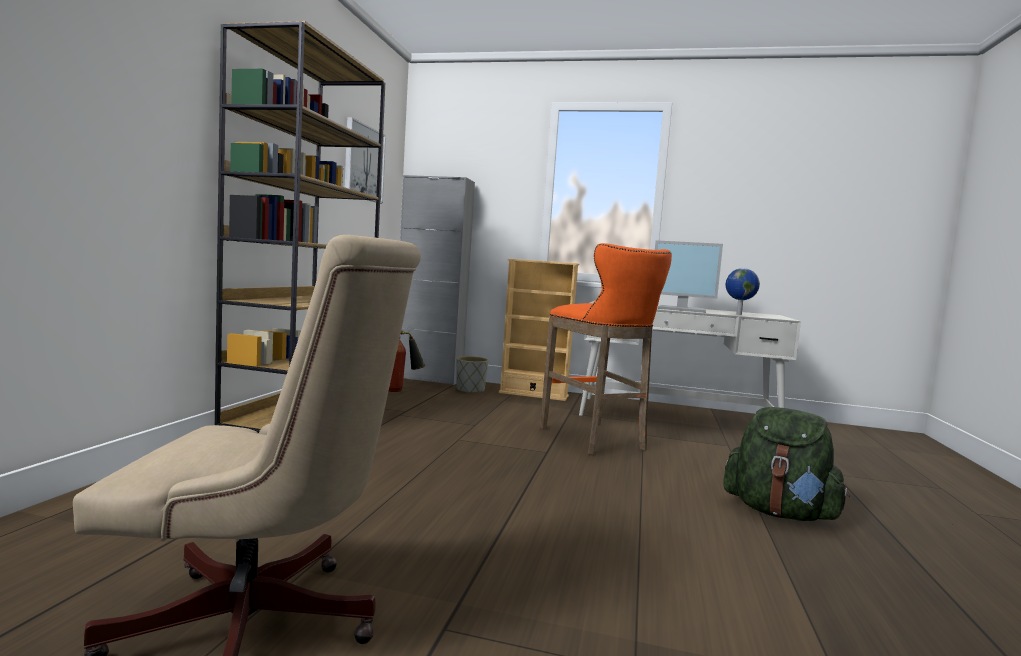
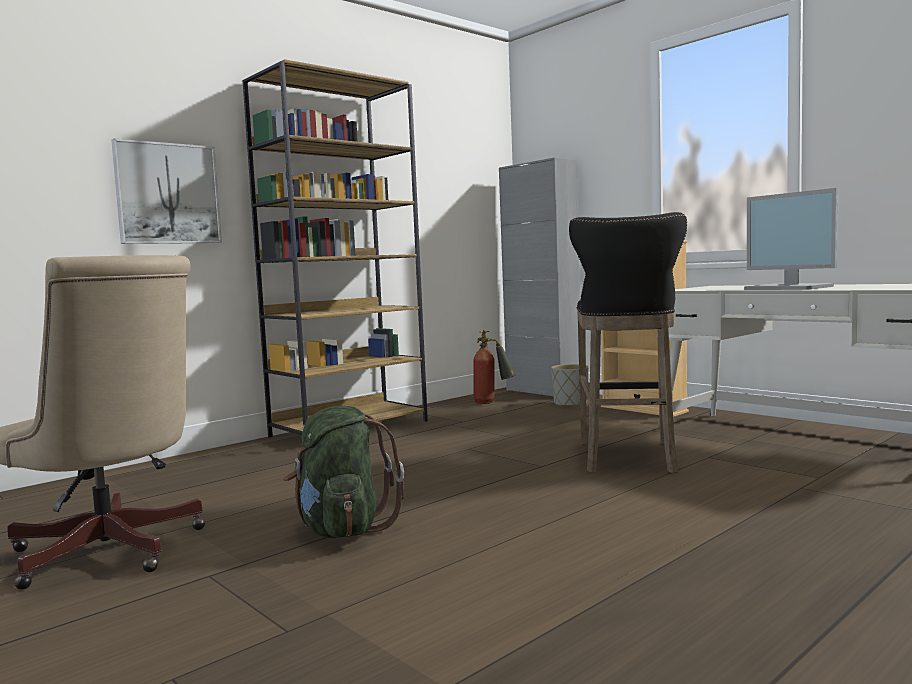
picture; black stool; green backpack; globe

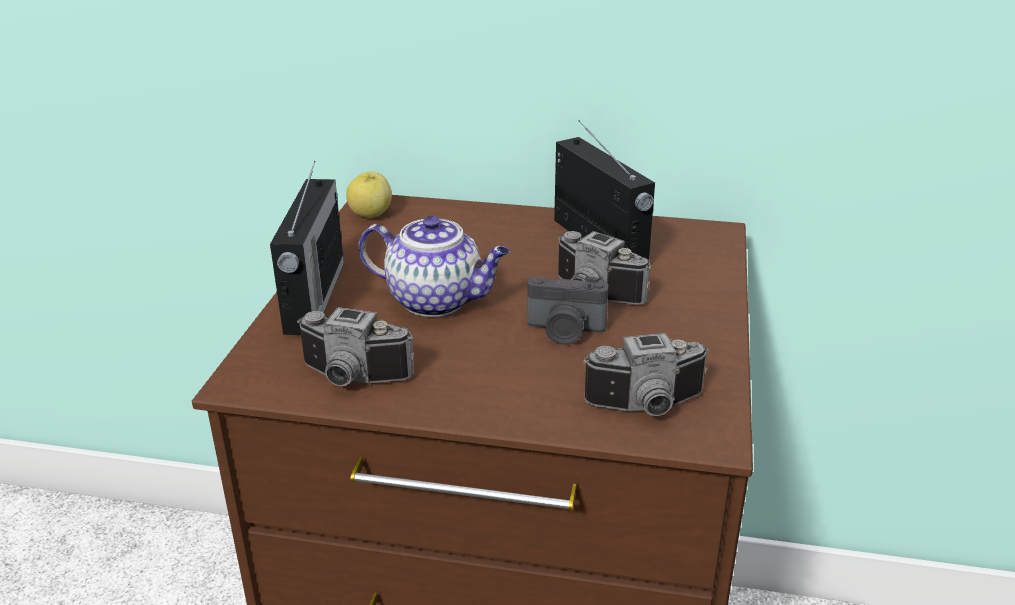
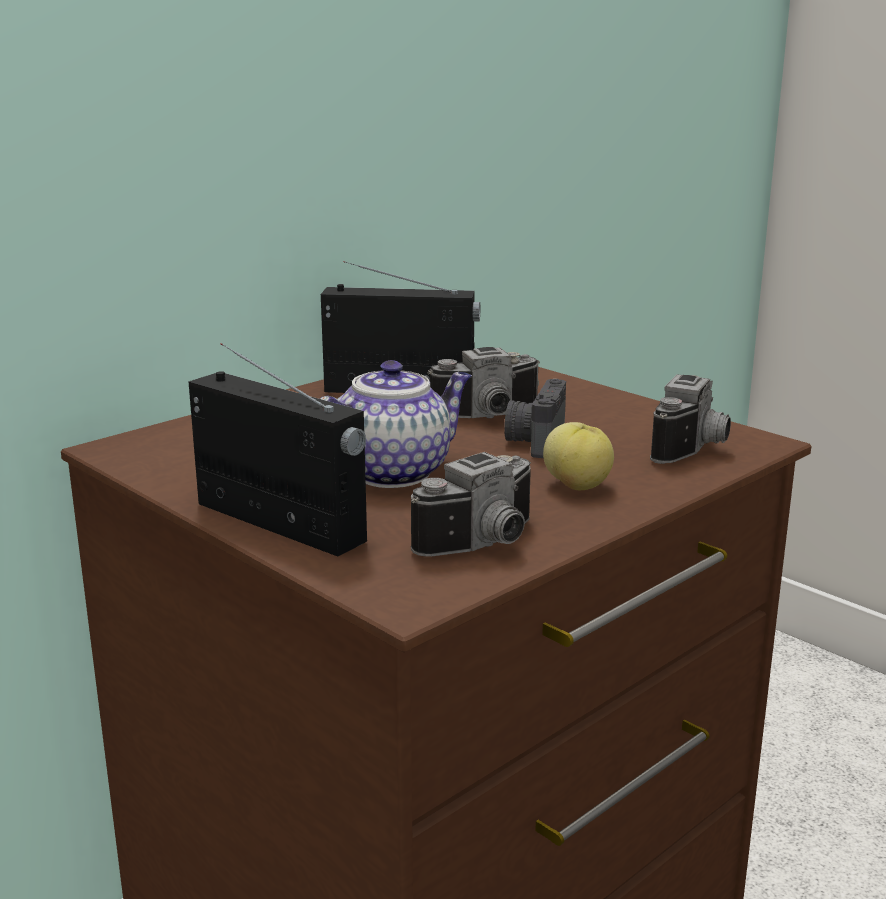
apple; photo camera (no. 3 from left)

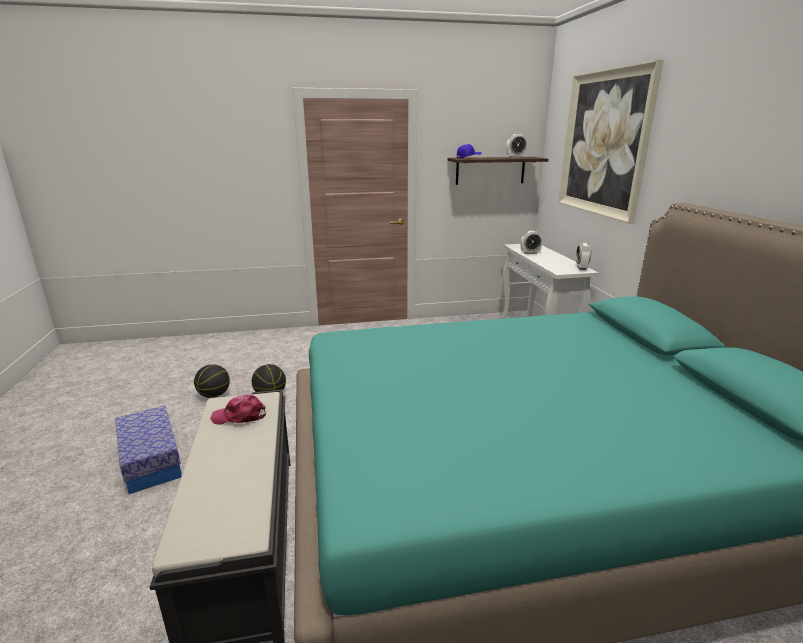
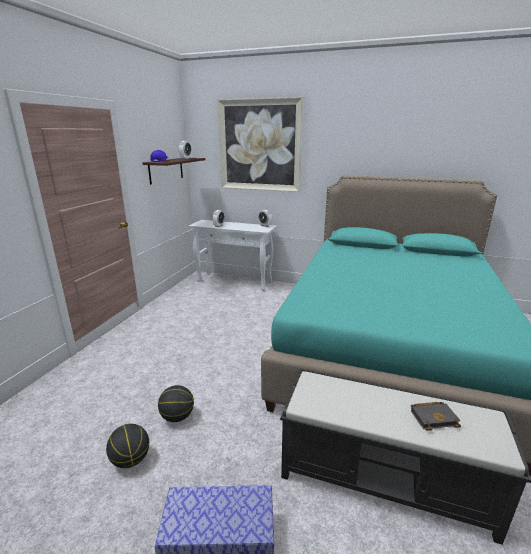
pink cap; black book

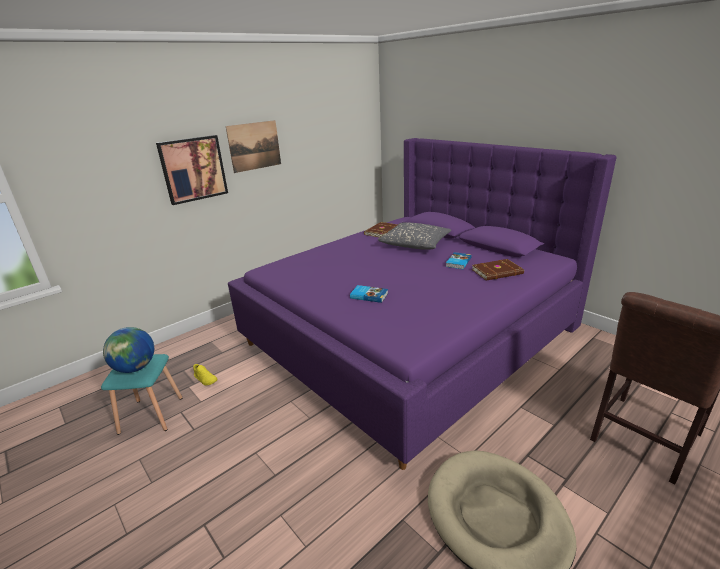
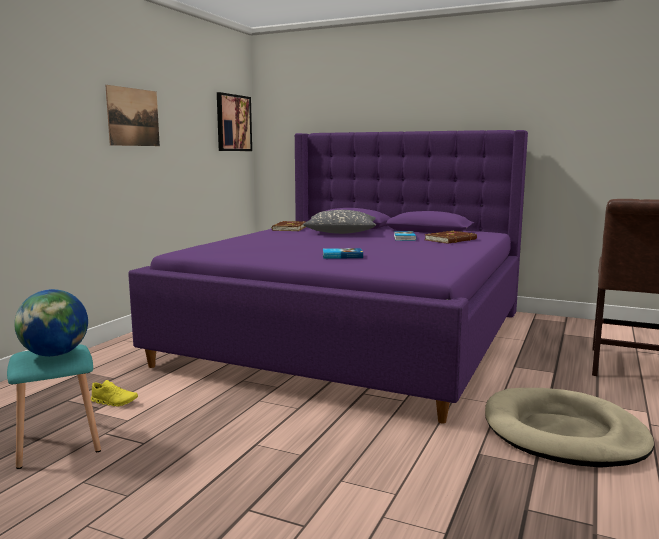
picture (no. 2 from left)

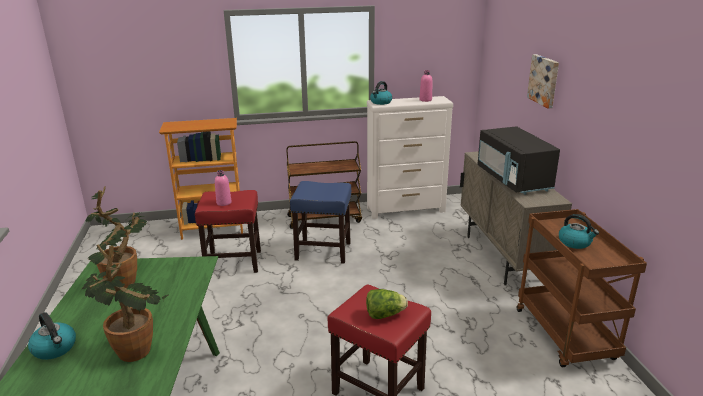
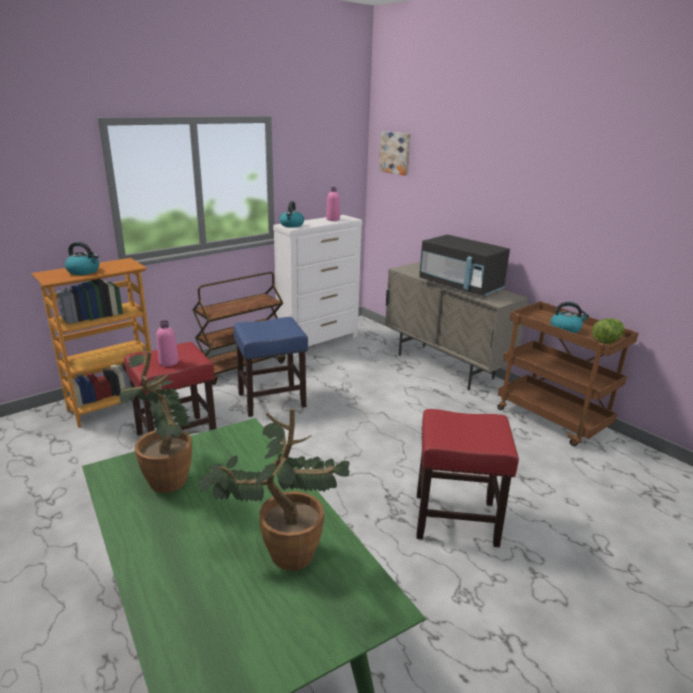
kettle (no. 1 from left); lettuce; picture

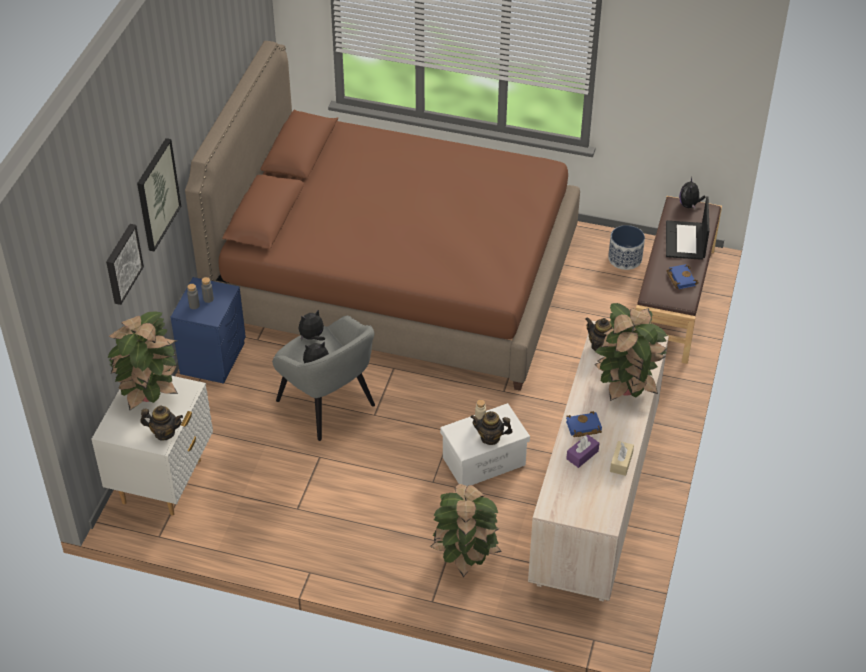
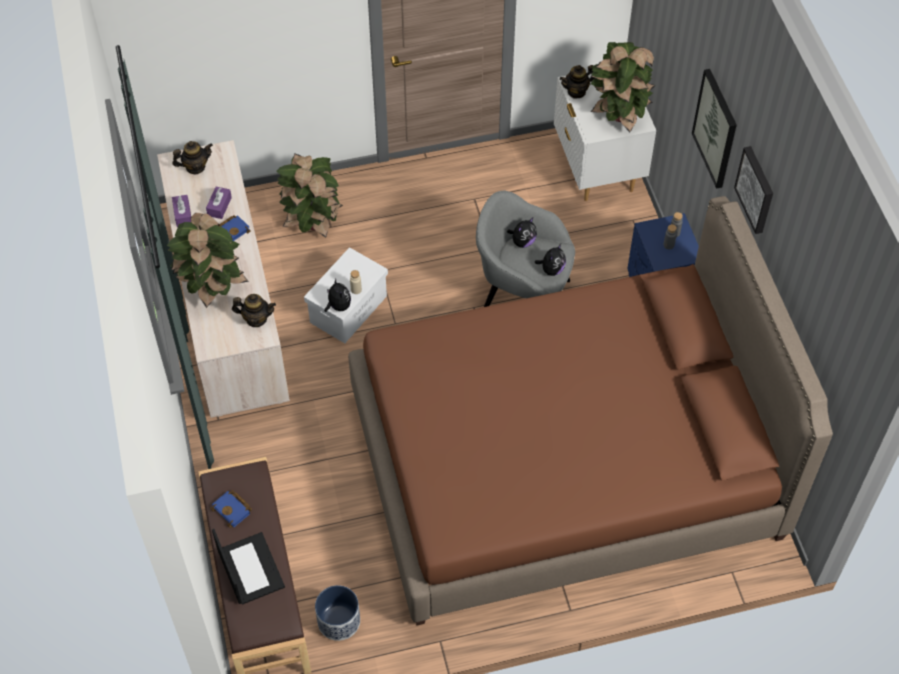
picture (no. 2 from left); teapot (no. 1 from left); purple tissue box (no. 1 from left); plush toy (no. 1 from left)

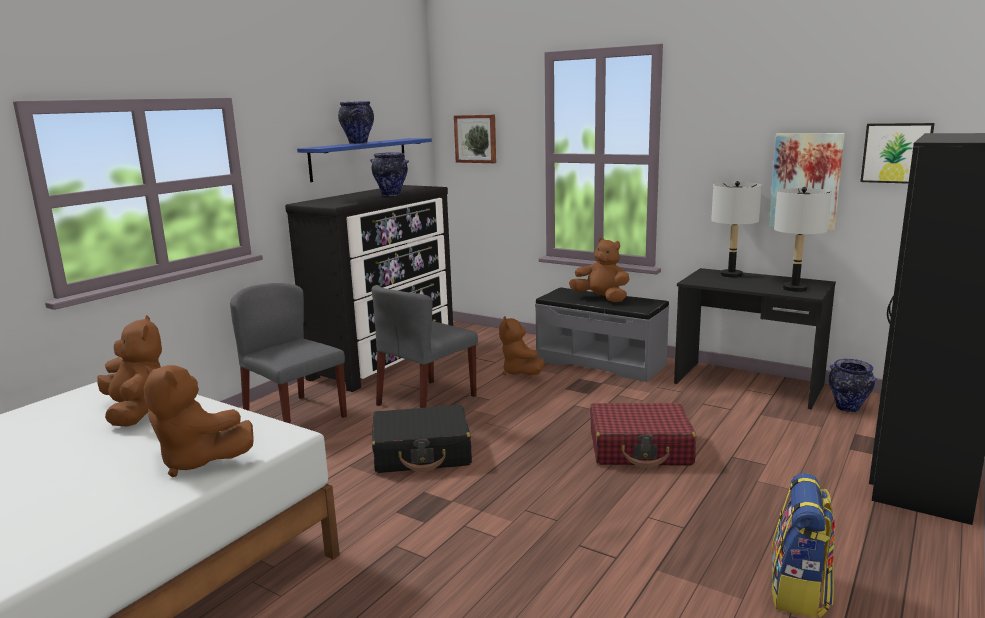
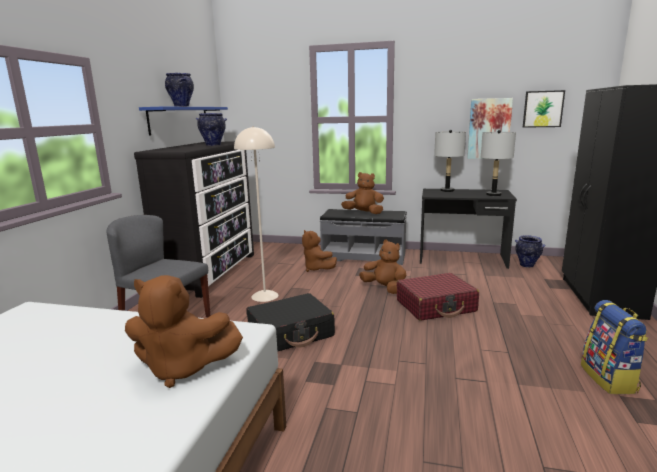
brown plush toy (no. 4 from left); beige floor lamp; picture (no. 1 from left in the first image)

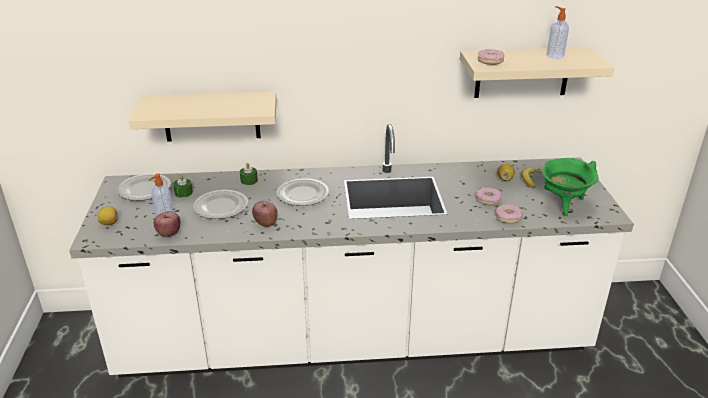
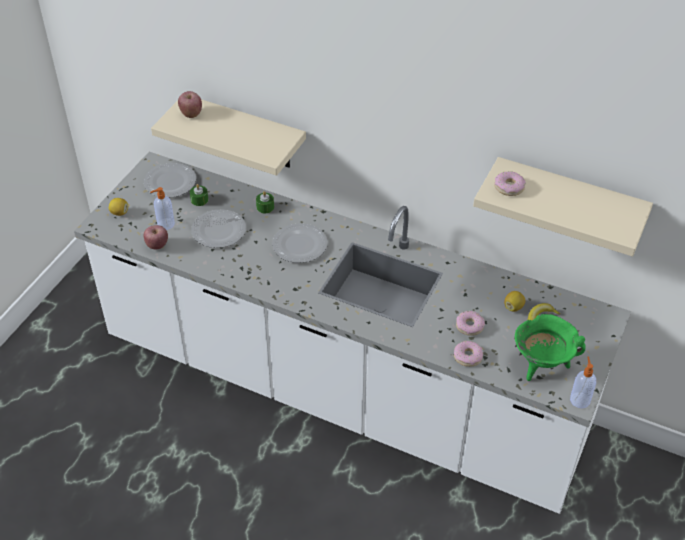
apple (no. 2 from left); soap dispenser (no. 2 from left)

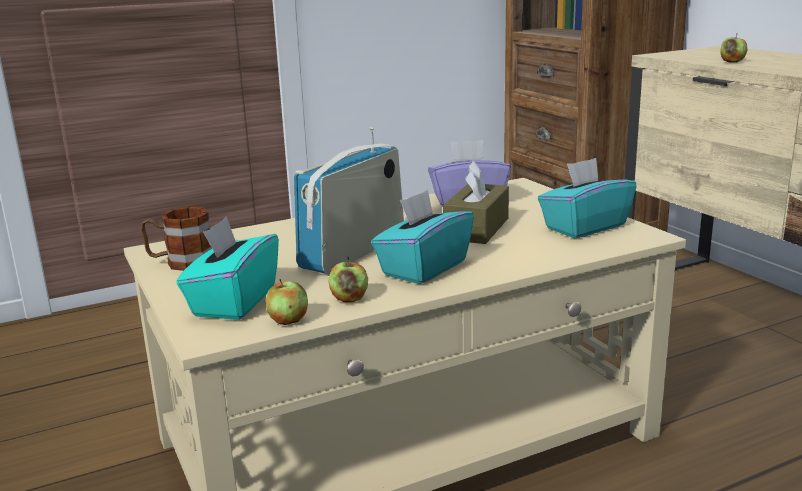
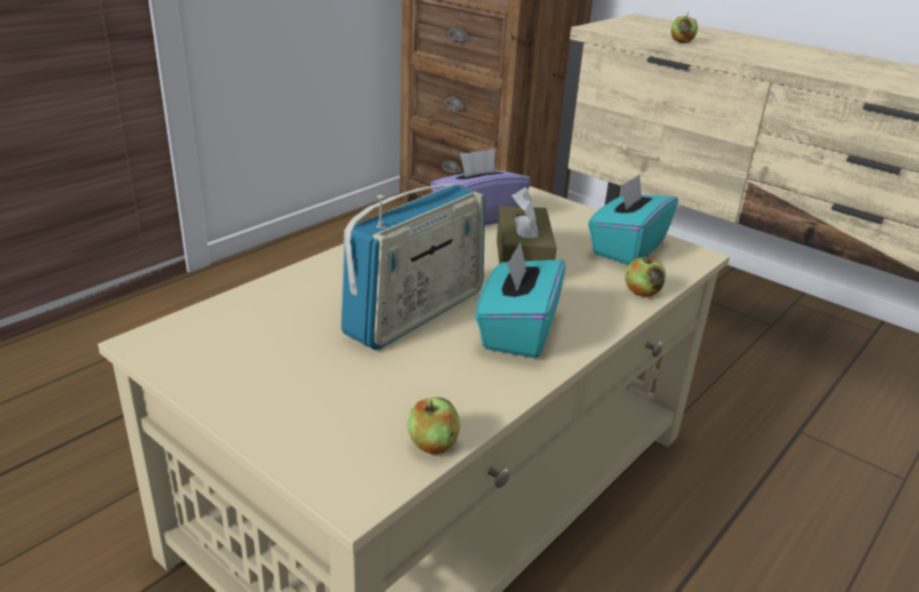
mug; turquoise tissue box (no. 1 from left in the first image); radio; apple (no. 2 from left)

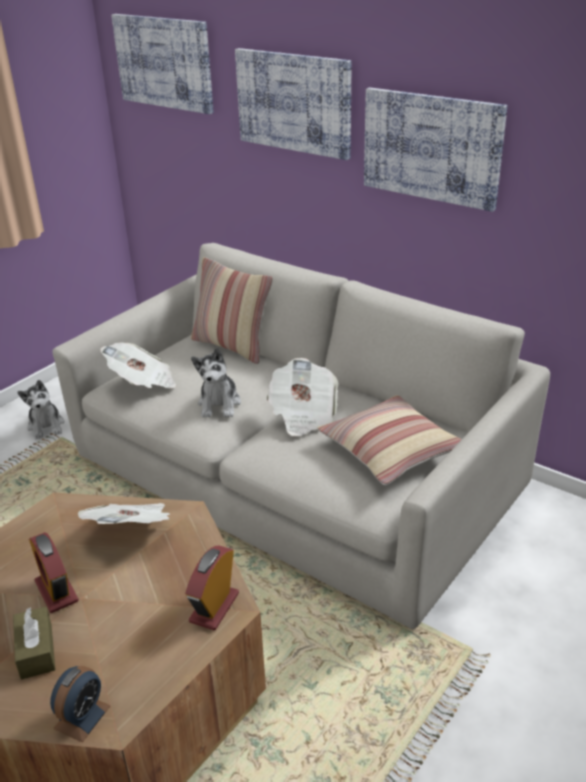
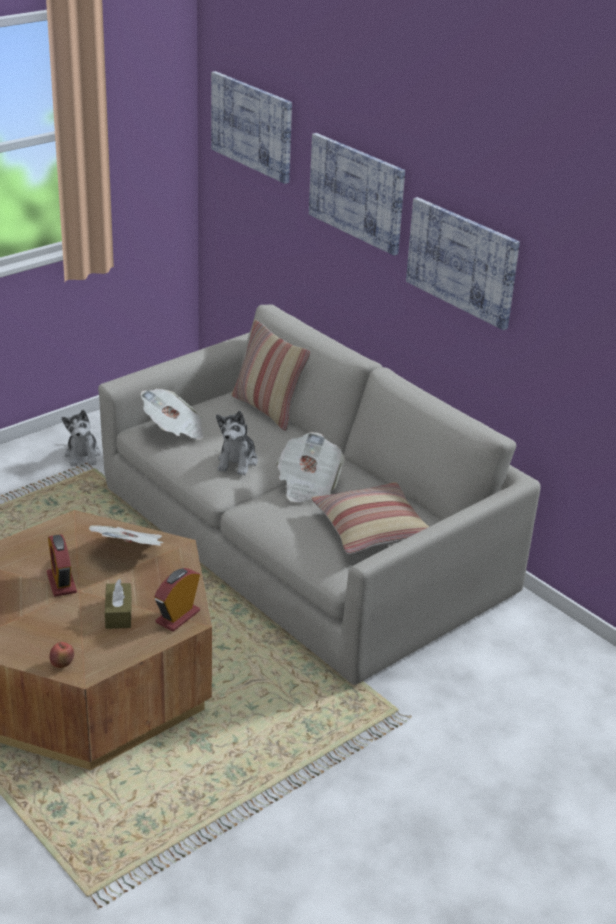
brown tissue box; apple

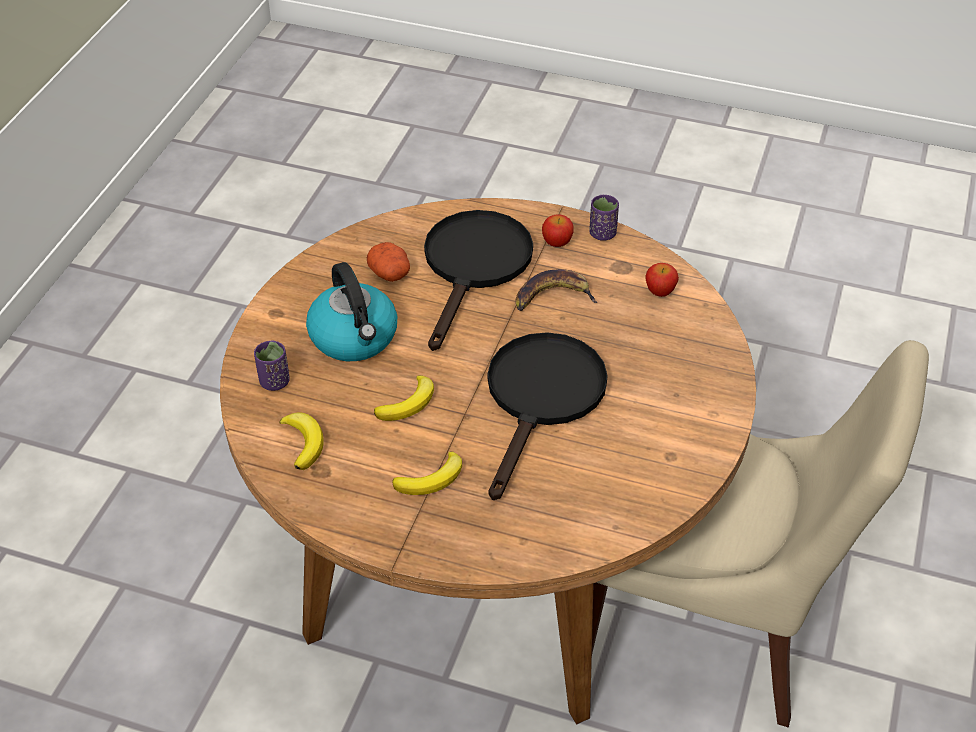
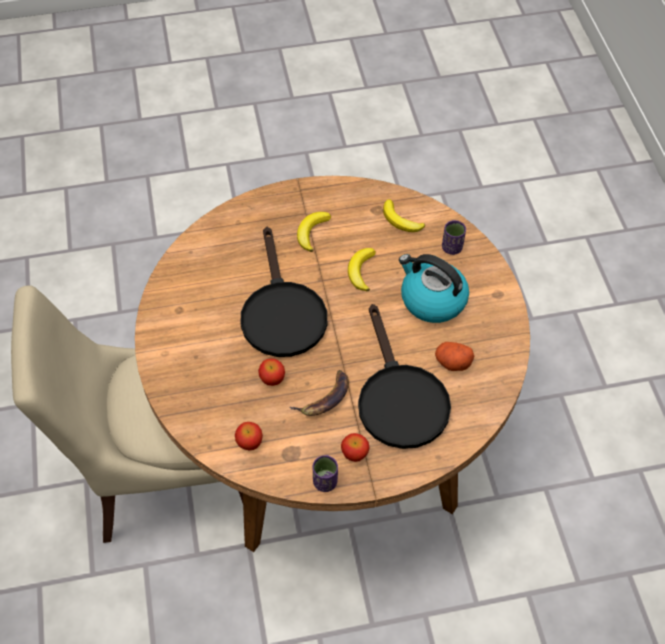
apple (no. 2 from left)

